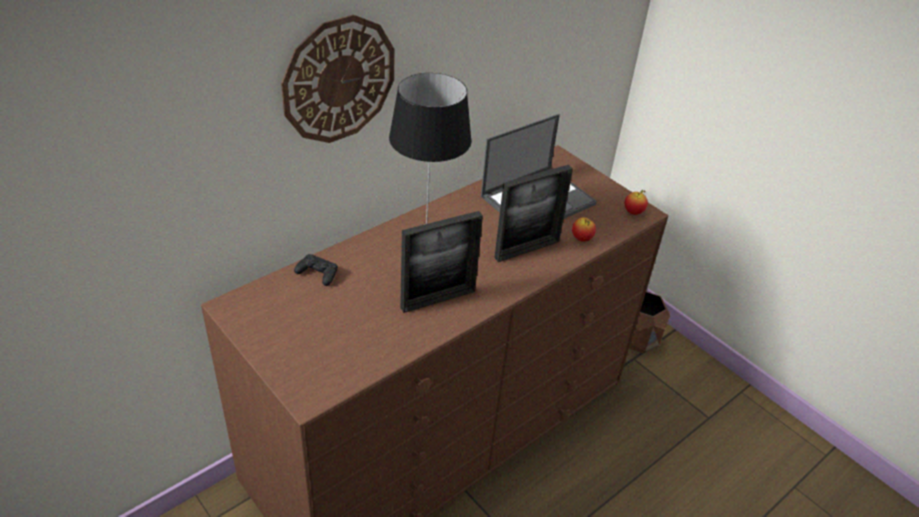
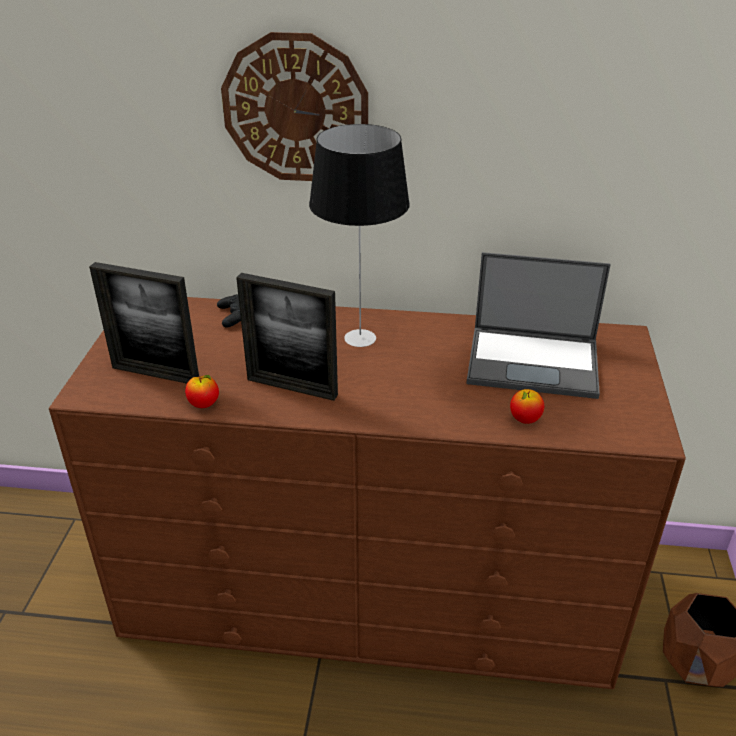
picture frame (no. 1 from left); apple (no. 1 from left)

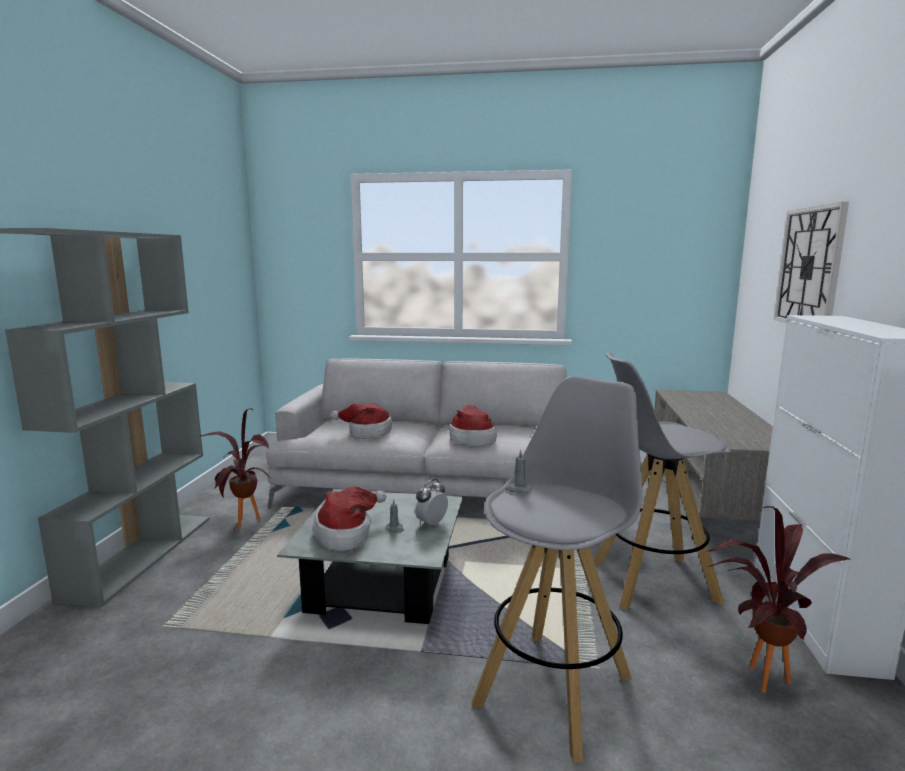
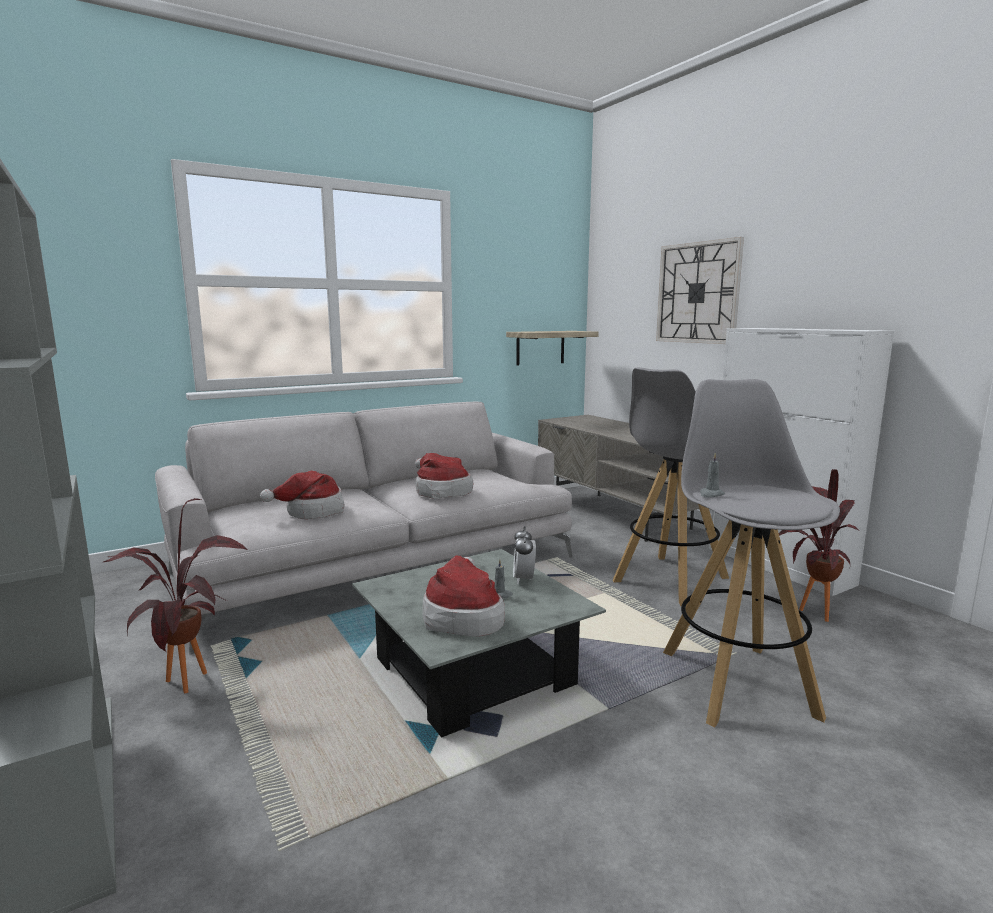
shelf

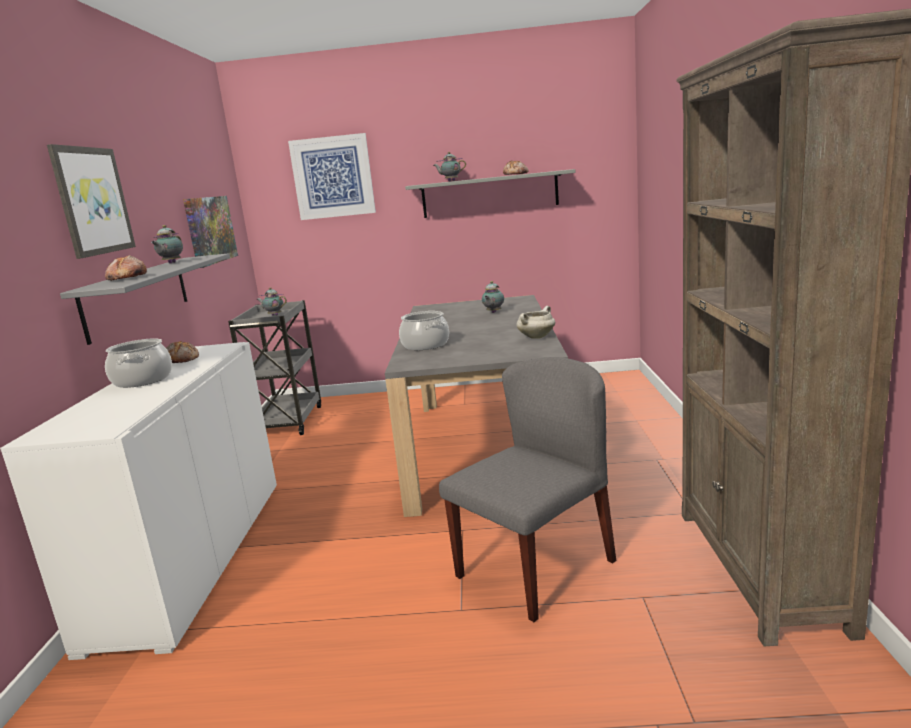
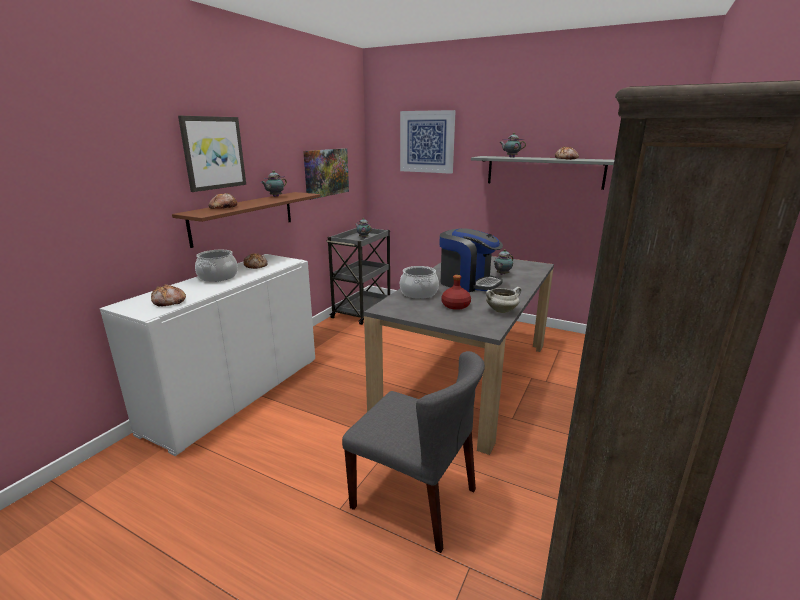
brown shelf; grey chair; bread (no. 1 from left); coffee machine; red bottle

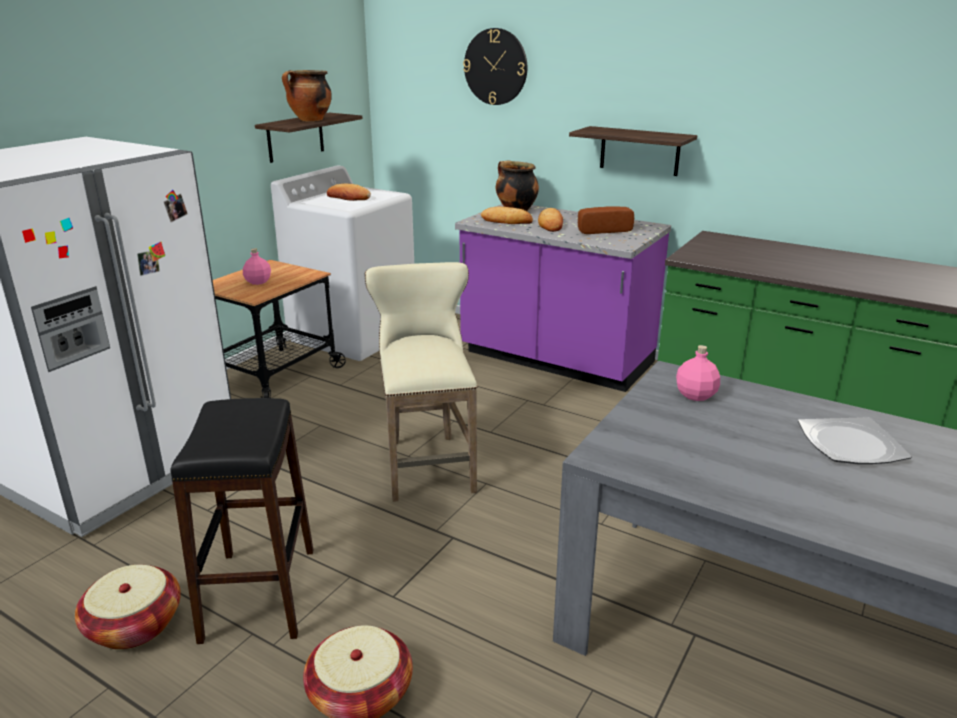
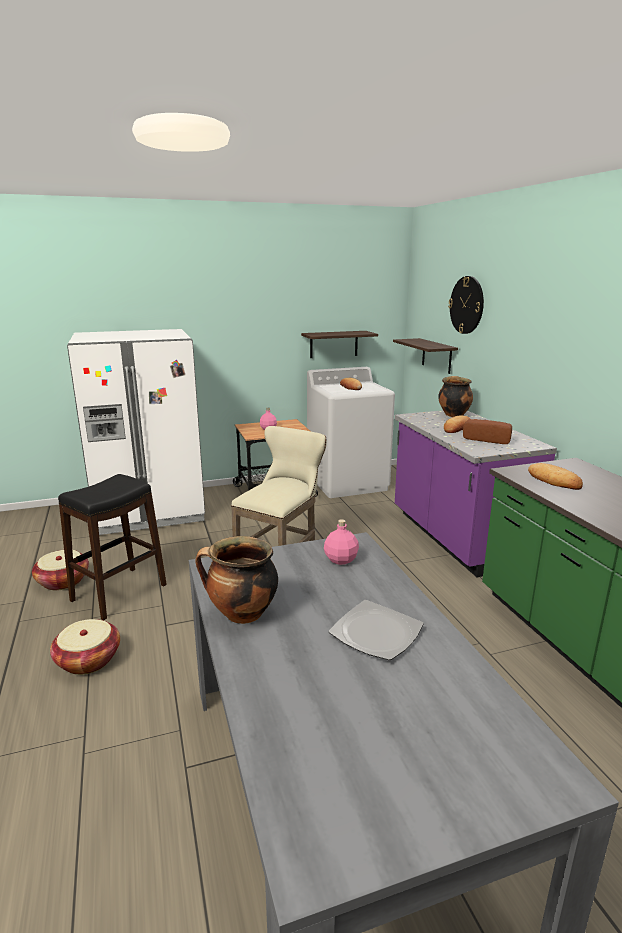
cooking pot (no. 1 from left); bread (no. 4 from left); shelf (no. 2 from left)

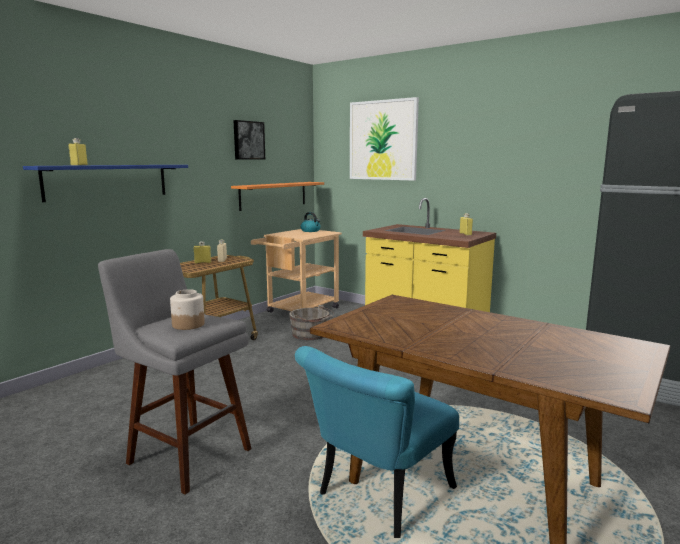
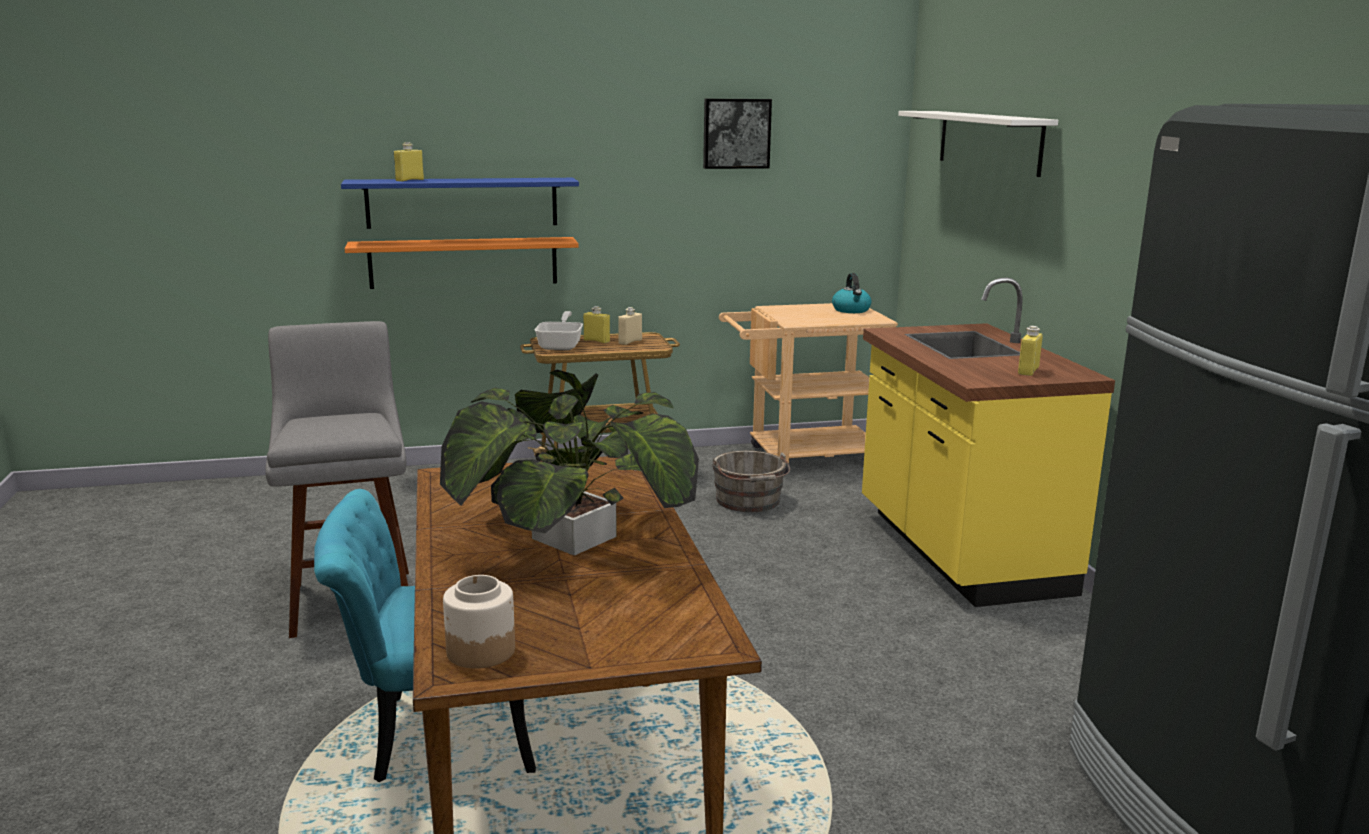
jar; orange shelf; white shelf; potted plant; frying pan

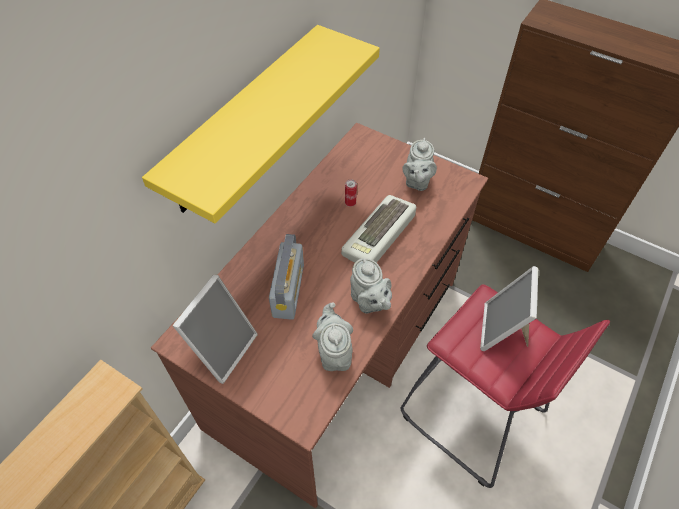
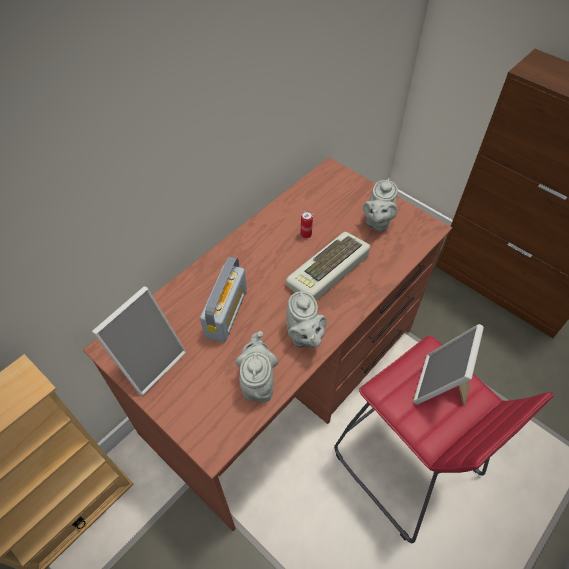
yellow shelf

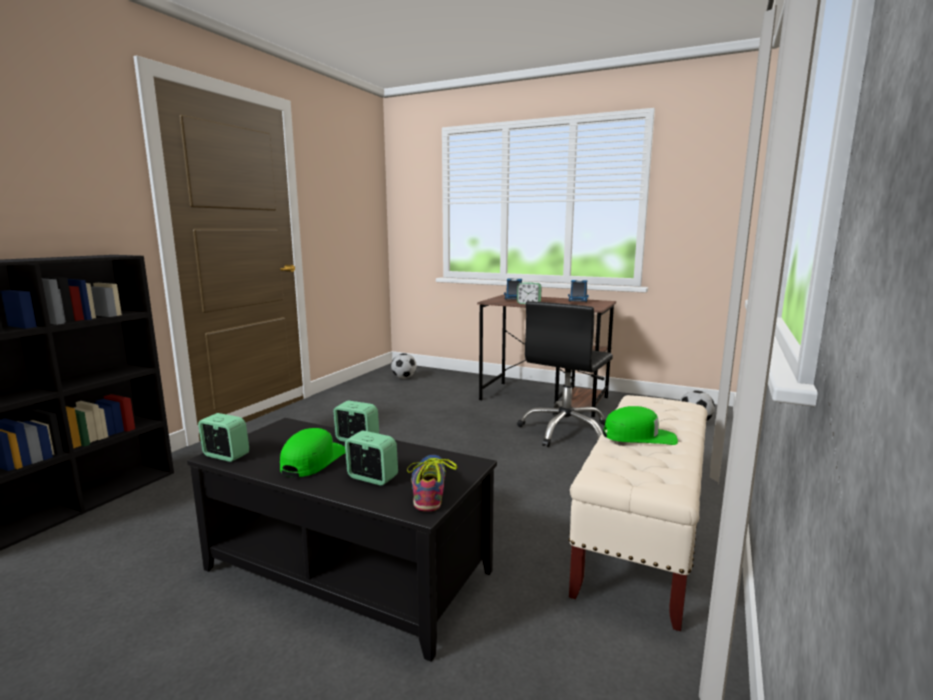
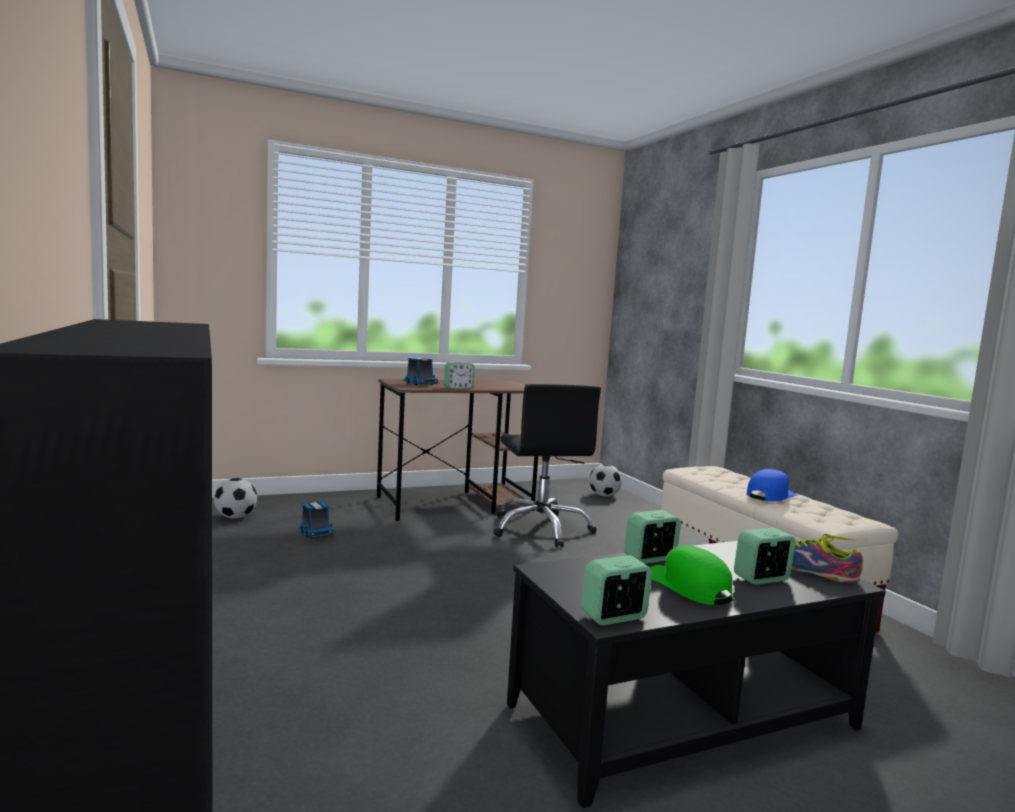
toy truck (no. 1 from left); blue cap

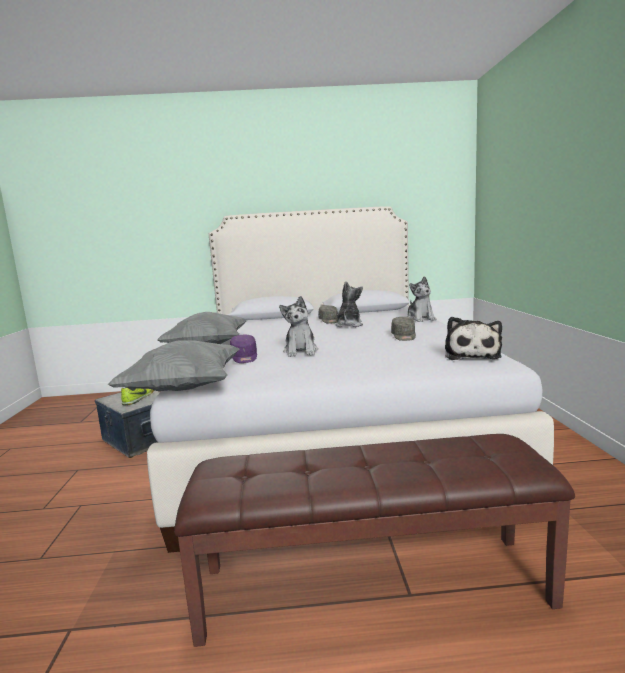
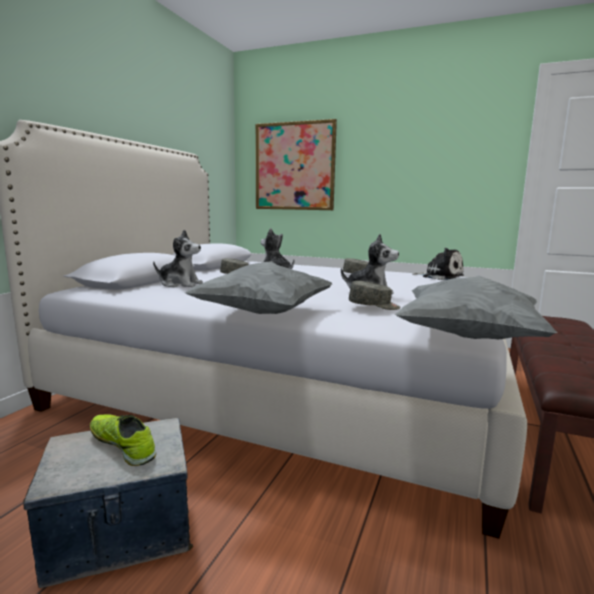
grey cap (no. 3 from left); plush toy (no. 1 from left); picture

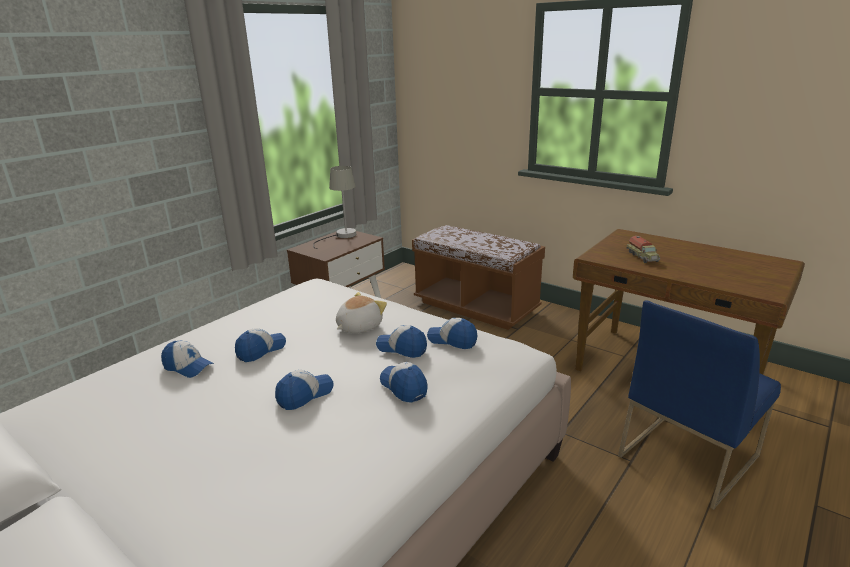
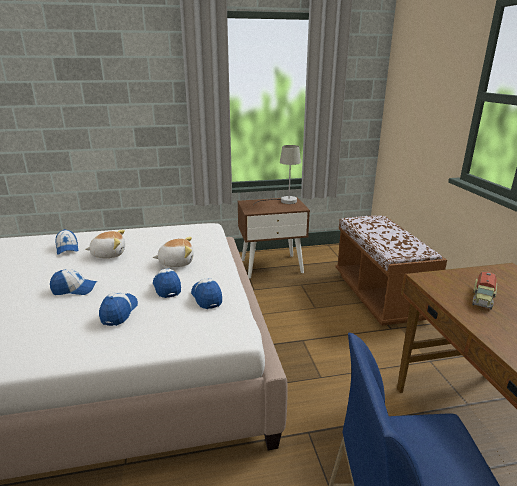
plush toy (no. 1 from left)

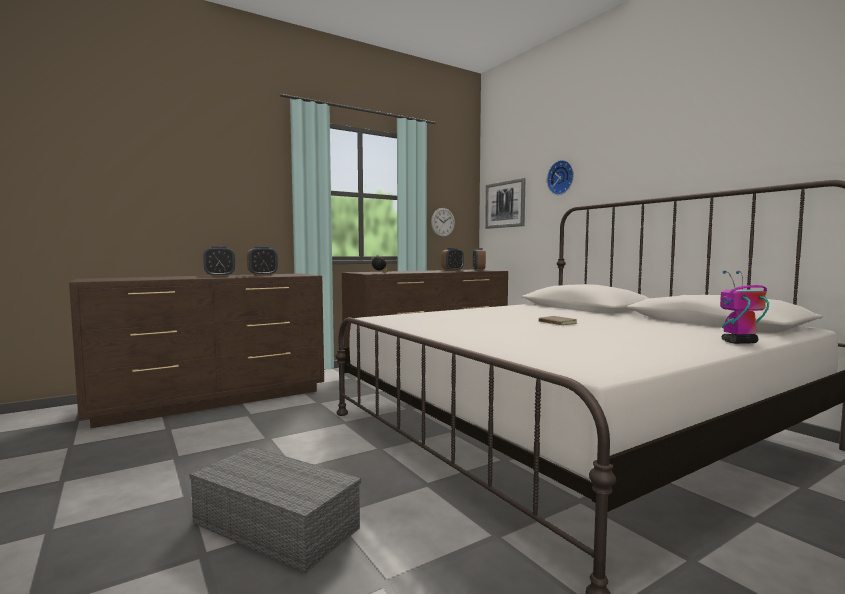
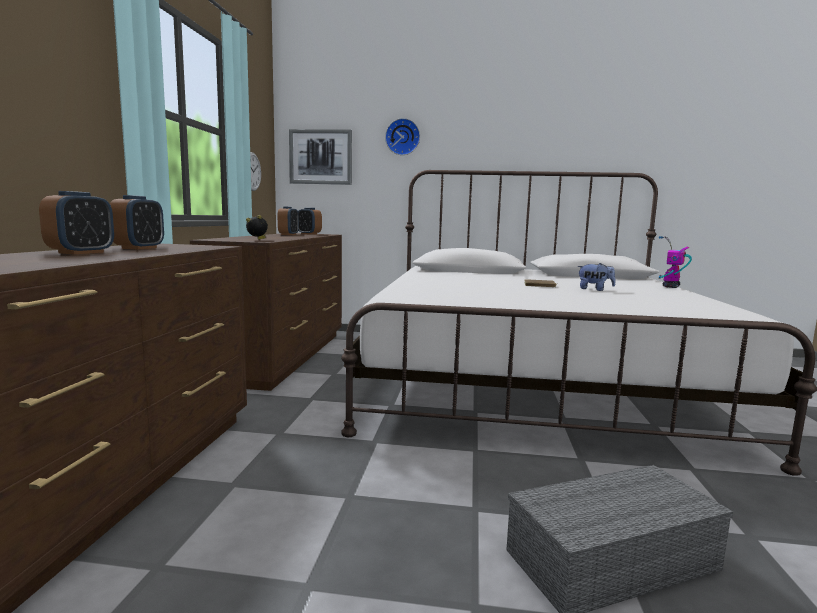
plush toy

